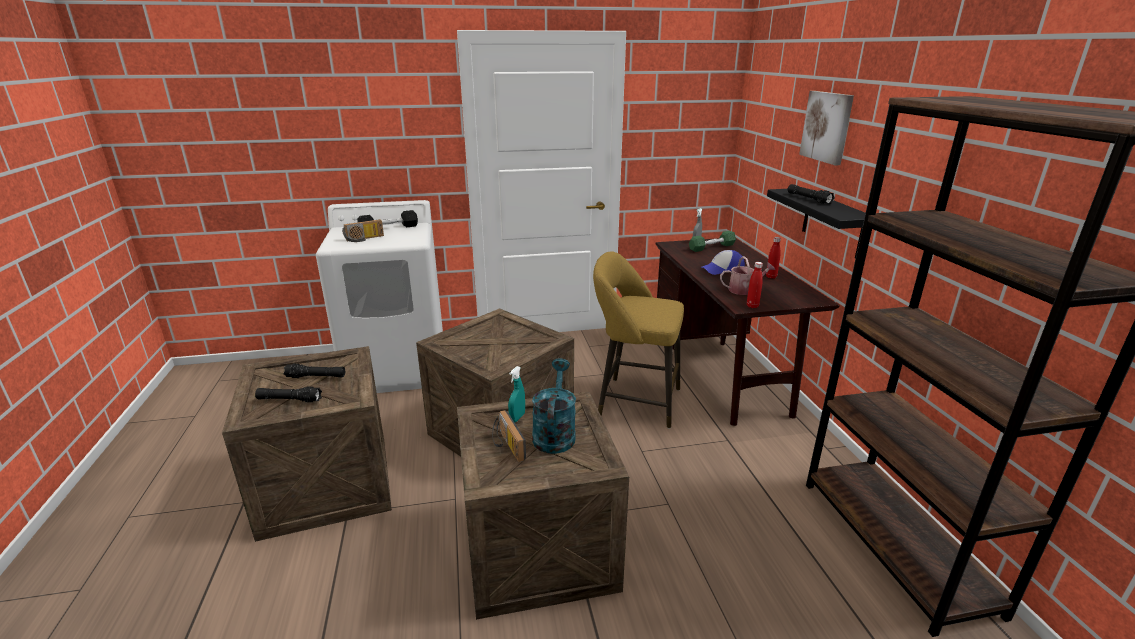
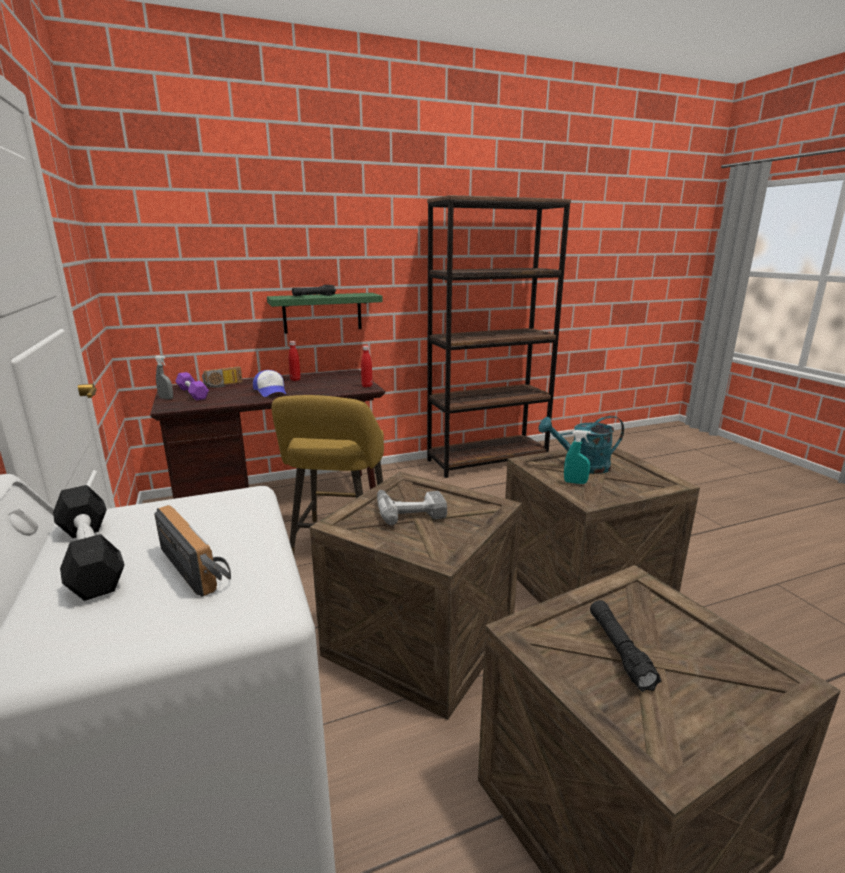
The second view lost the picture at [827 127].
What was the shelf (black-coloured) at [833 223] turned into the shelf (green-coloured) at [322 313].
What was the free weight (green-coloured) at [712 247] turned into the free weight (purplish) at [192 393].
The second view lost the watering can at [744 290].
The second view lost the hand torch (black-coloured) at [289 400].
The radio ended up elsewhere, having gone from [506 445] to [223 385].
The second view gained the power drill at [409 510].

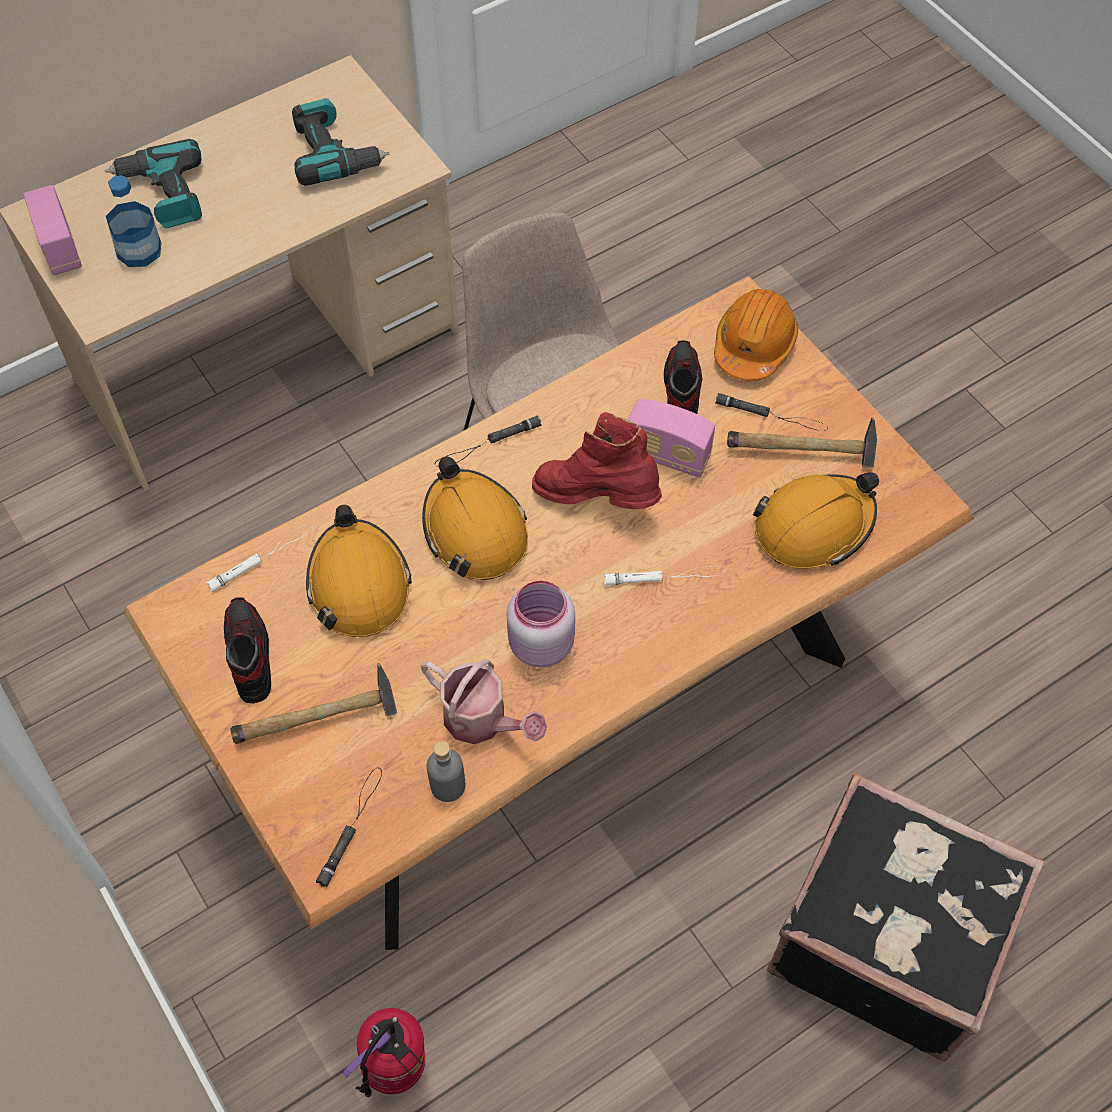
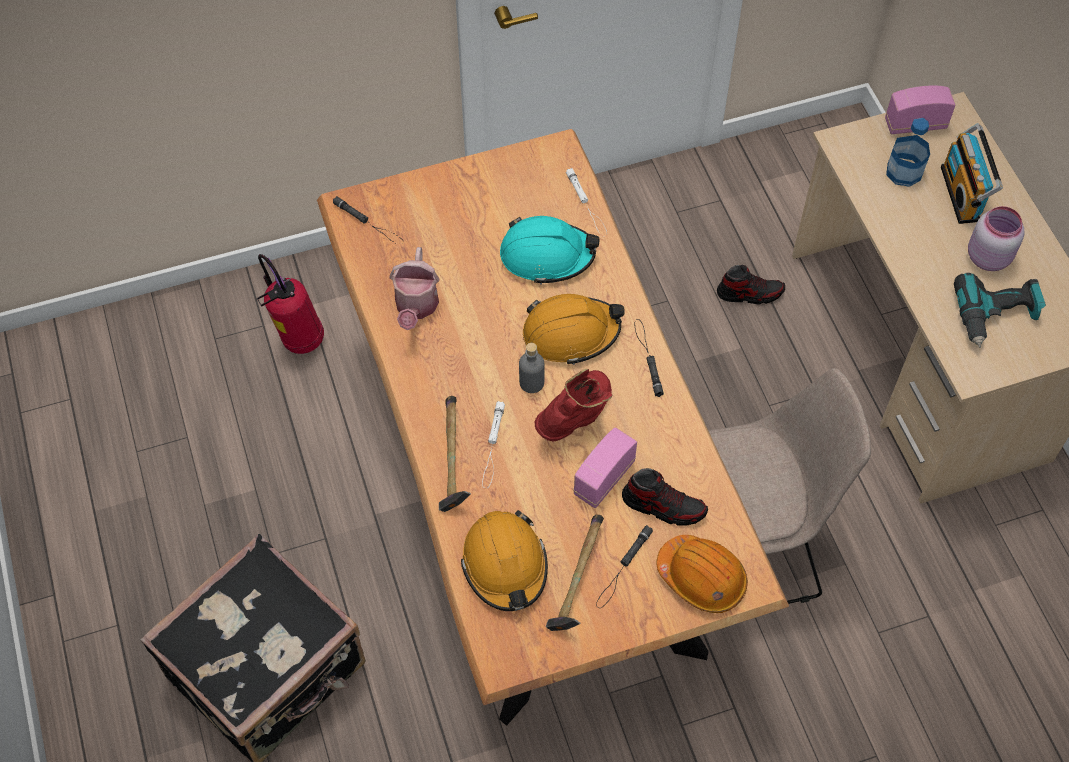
Where the power drill stood at [164 194], the radio came to stand at [963 194].
What was the work helmet (orange) at [358 584] turned into the work helmet (turquoise) at [547 255].
The storage jar (pinkish) ended up elsewhere, having gone from [539 645] to [988 256].
The low shoe ended up elsewhere, having gone from [248 656] to [749 293].
The watering can at [482 720] ended up facing another way, 45 degrees counterclockwise from before.
The hammer ended up elsewhere, having gone from [321 720] to [452 461].
The bottle (grey) ended up elsewhere, having gone from [448 786] to [531 382].

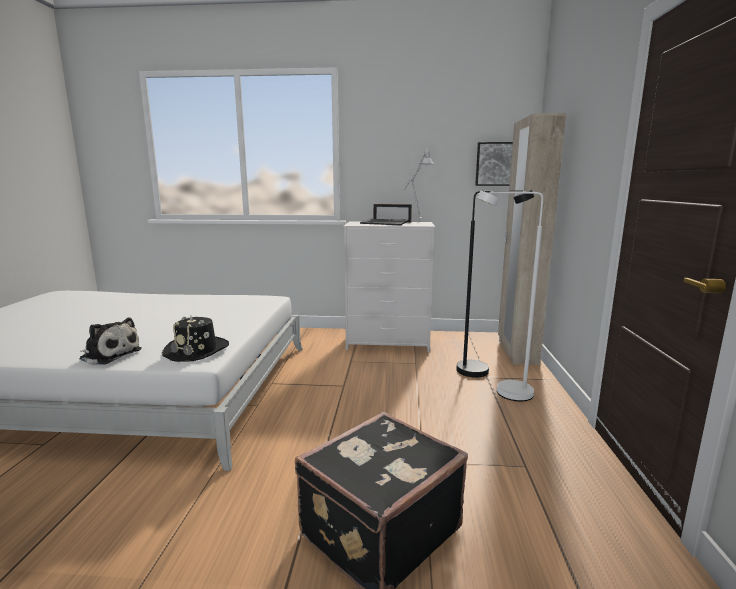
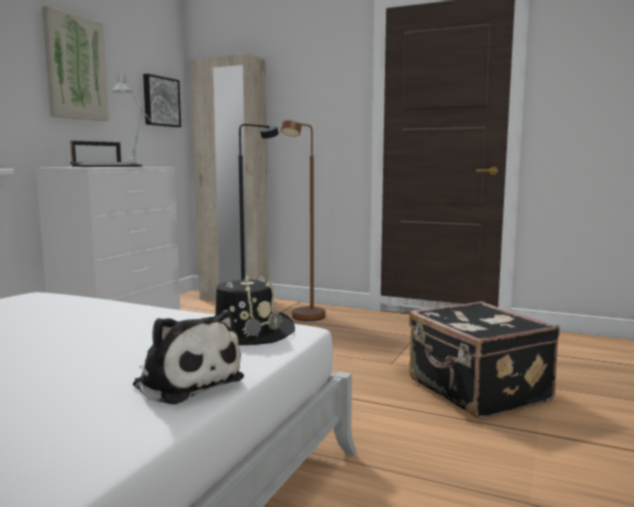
What was the standing lamp (white) at [504 392] turned into the standing lamp (brown) at [304 318].
The plush toy at [109 354] ended up facing another way, 90 degrees clockwise from before.
The second view gained the picture at [75 67].

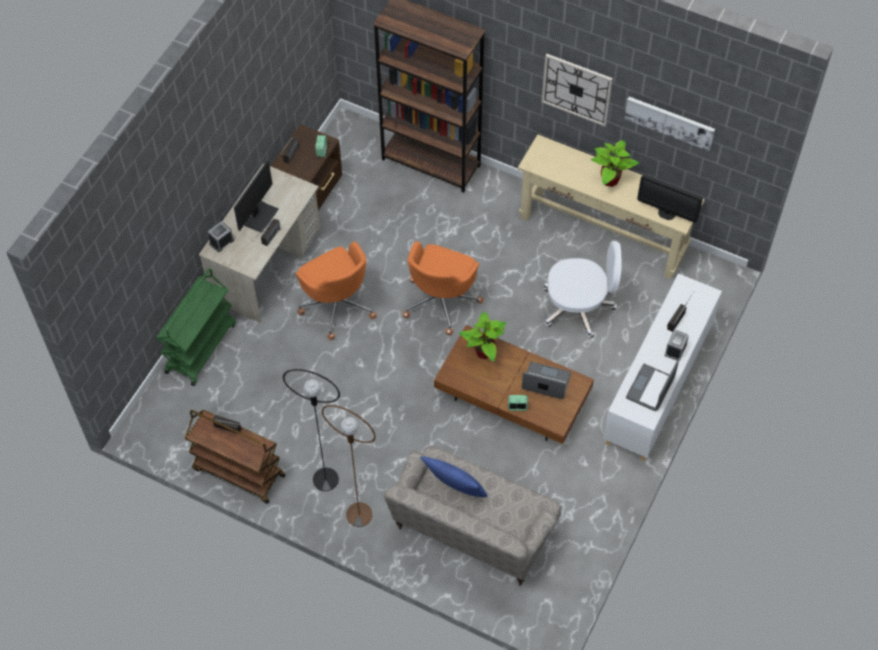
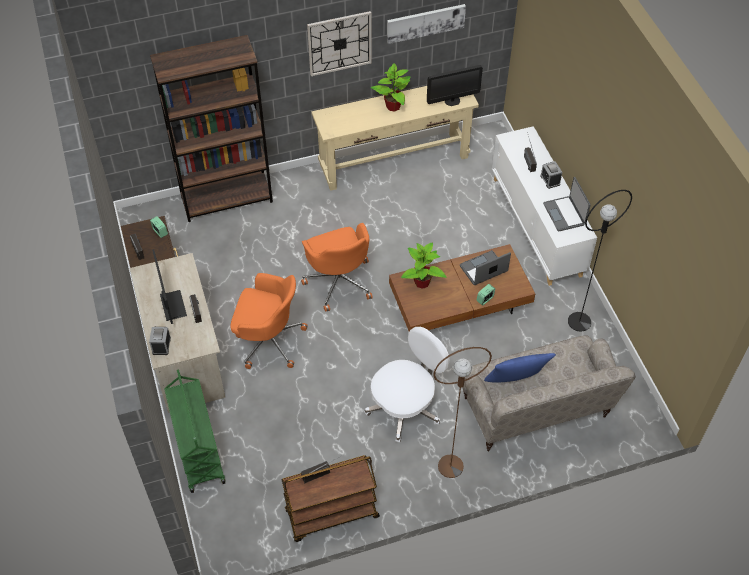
The desk chair (white) ended up elsewhere, having gone from [579 307] to [405 407].
The standing lamp (black-coloured) ended up elsewhere, having gone from [325 479] to [579 322].

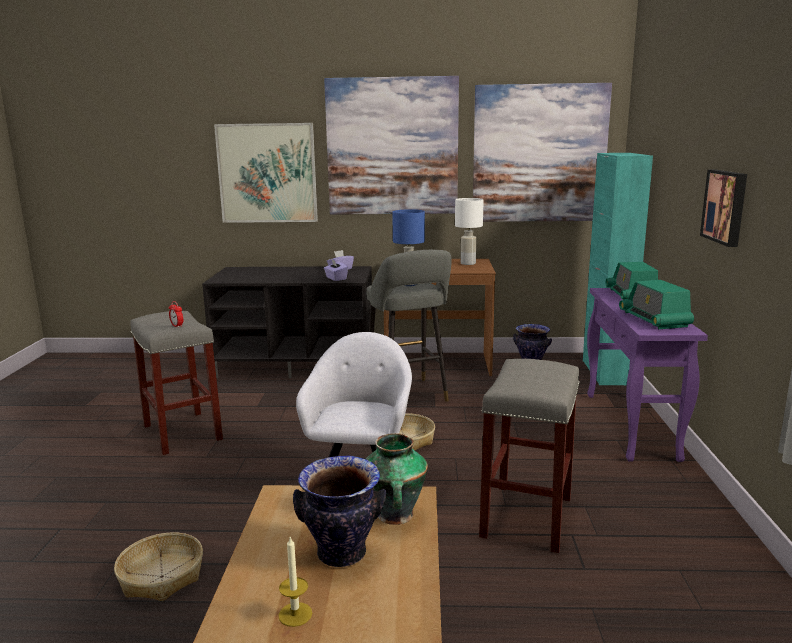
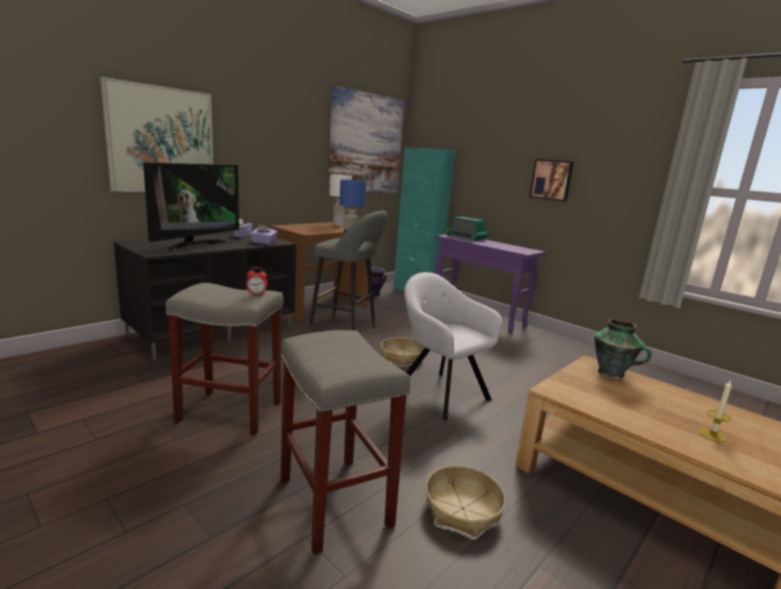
The second view lost the picture at [392 147].
The second view lost the radio at [654 319].
The stool (grey) ended up elsewhere, having gone from [527 518] to [336 502].
The second view lost the decorative vase at [341 554].
The second view gained the TV set at [195 245].

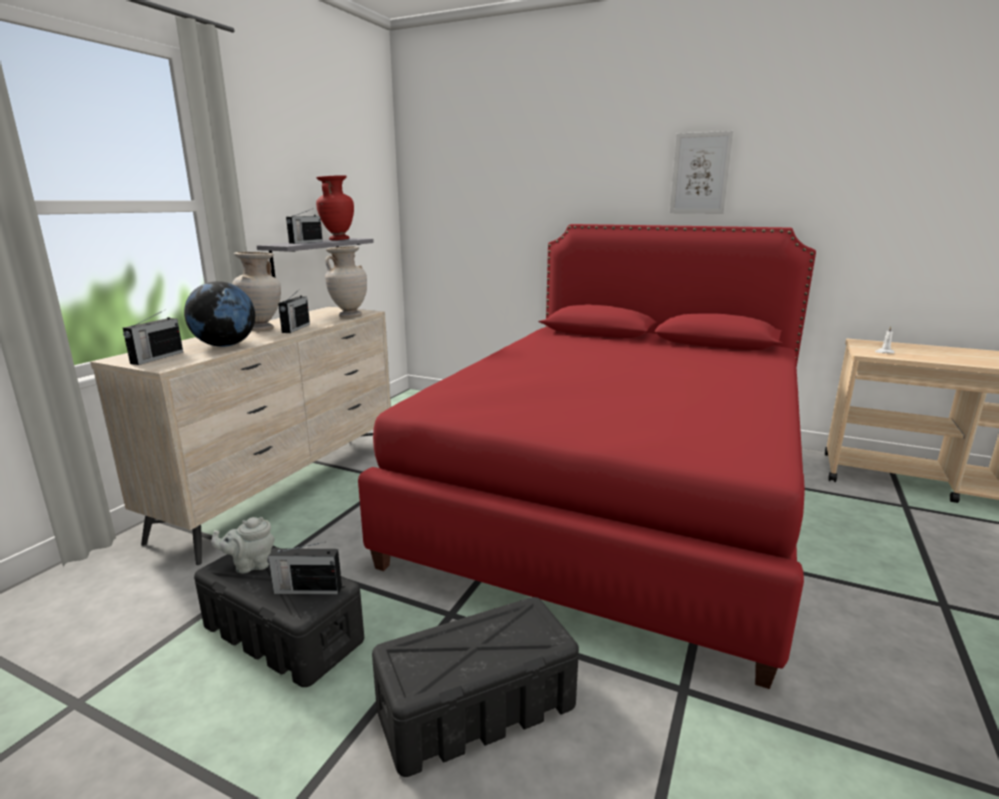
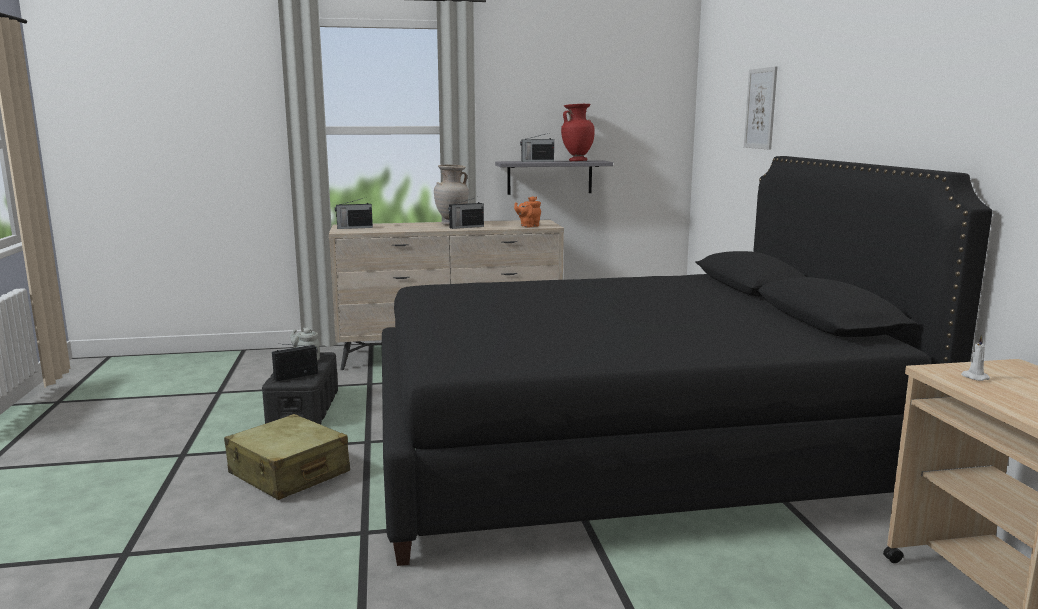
The picture ended up elsewhere, having gone from [700 173] to [760 108].
What was the bedroom bed (reddish) at [615 495] turned into the bedroom bed (black-coloured) at [622 452].
Where the decorative vase (beige-coloured) stood at [349 316], the pot for tea (orange) came to stand at [528 226].
The second view lost the world globe at [225 345].
The radio at [306 589] ended up facing another way, 90 degrees clockwise from before.
Where the storage bin (black-coloured) stood at [478 707], the piece of luggage (beige-coloured) came to stand at [288 473].

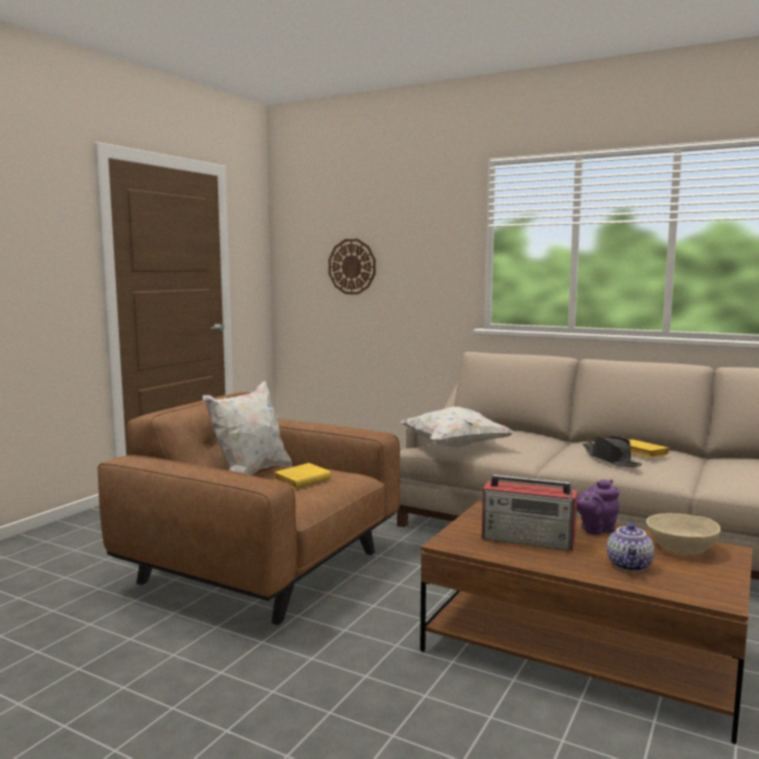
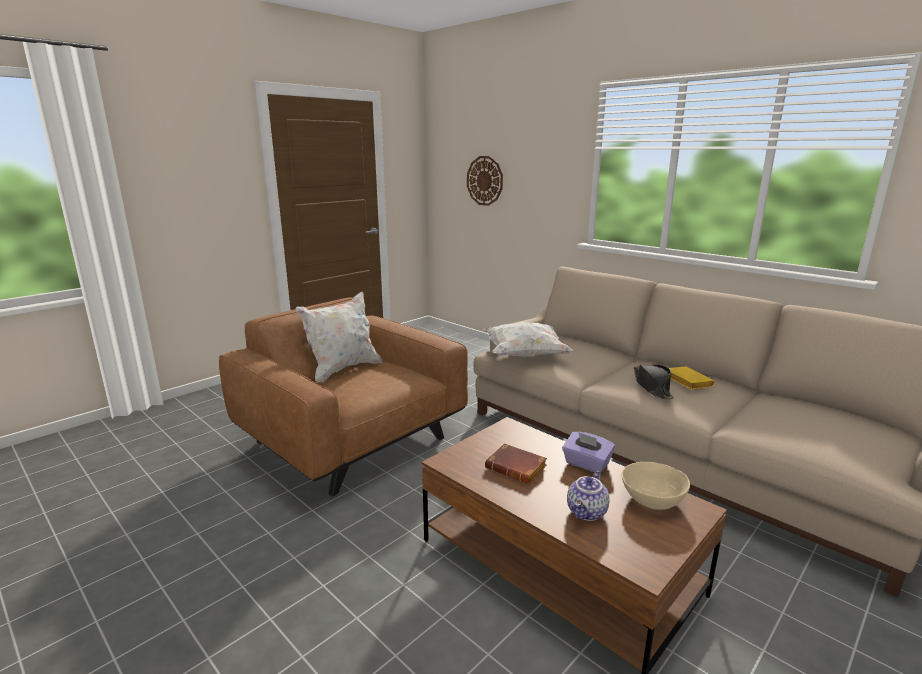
The second view lost the book (yellowish) at [302 480].
Where the radio stood at [529 540], the book (brown) came to stand at [518 468].
Where the pot for tea (purplish) stood at [595 529], the tissue holder (purplish) came to stand at [586 464].

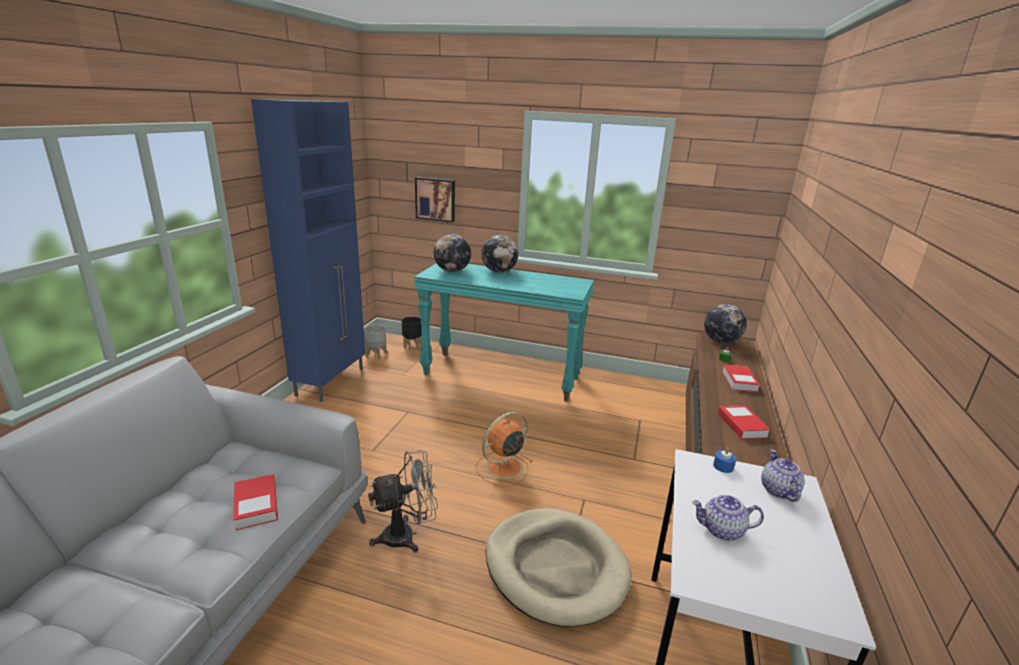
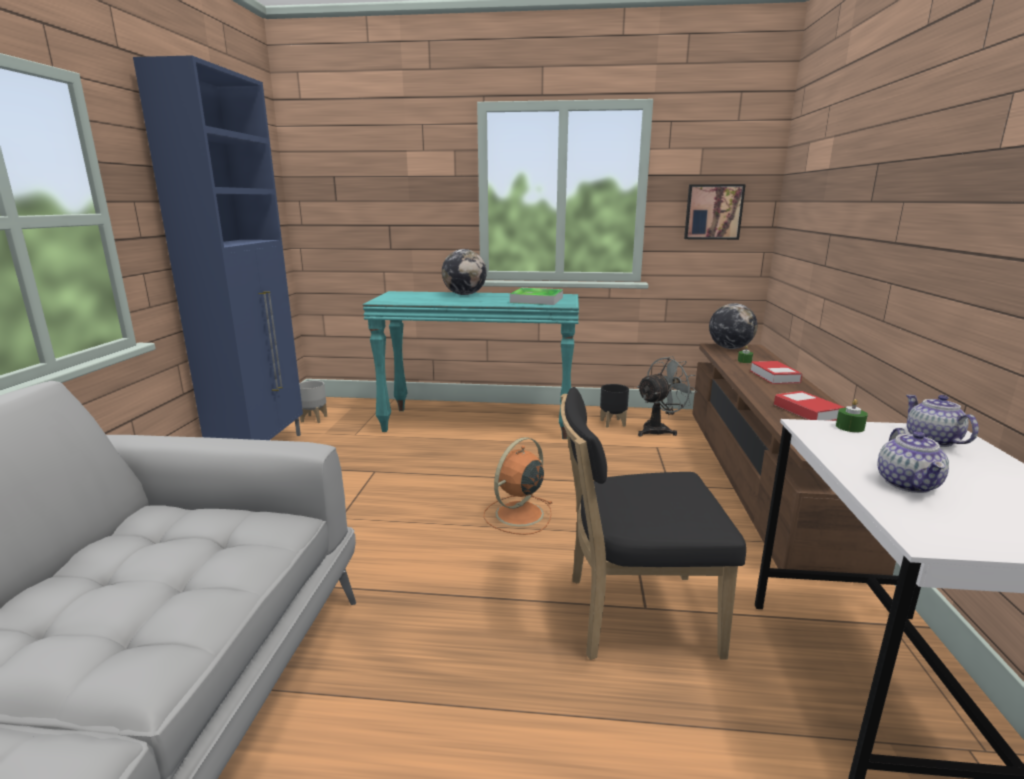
The picture ended up elsewhere, having gone from [436 199] to [713 212].
The second view lost the world globe at [452 271].
The flower pot (black-coloured) ended up elsewhere, having gone from [413 345] to [613 423].
What was the candle (blue) at [723 466] turned into the candle (green-coloured) at [849 427].
The cooling fan (grey) ended up elsewhere, having gone from [407 535] to [659 429].
The second view lost the book at [256 505].
The pot for tea at [722 530] ended up facing another way, 75 degrees counterclockwise from before.
Where the dog cushion (beige-coloured) stood at [555 568], the chair (black-coloured) came to stand at [633 615].
The second view gained the carrying tray at [536 300].

